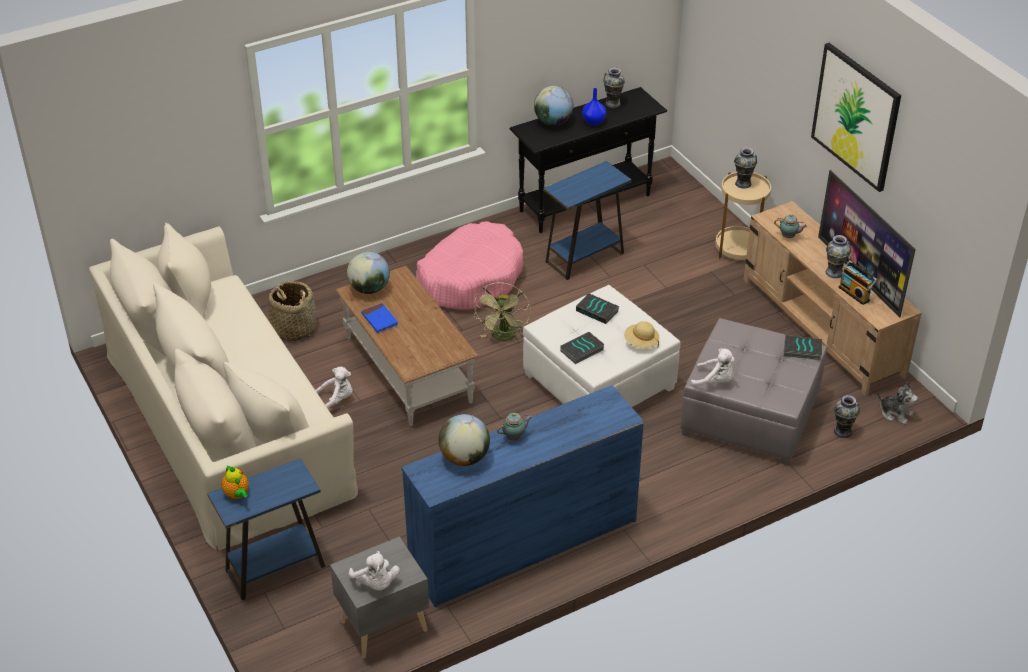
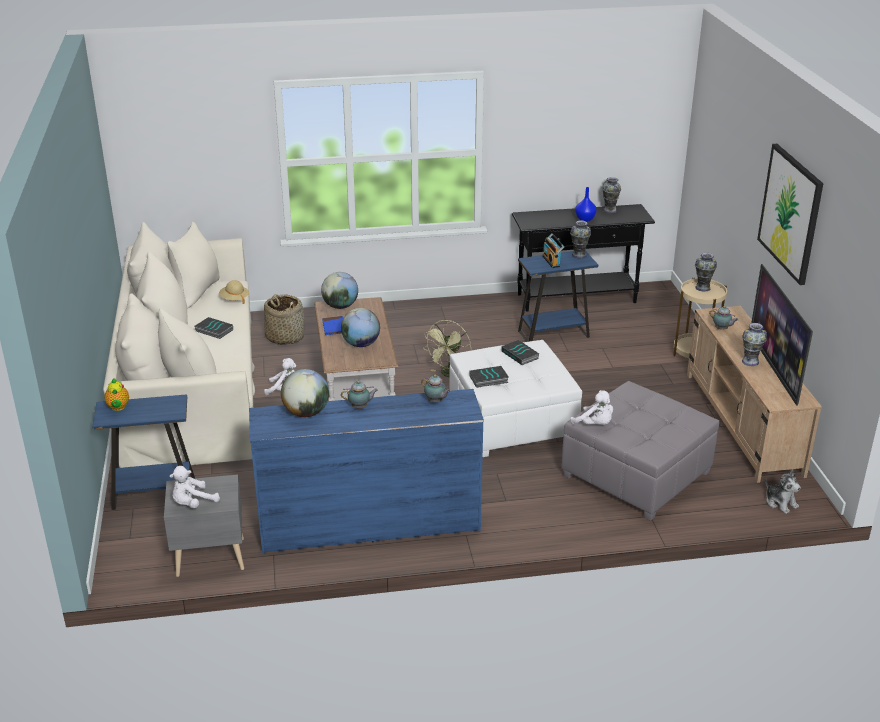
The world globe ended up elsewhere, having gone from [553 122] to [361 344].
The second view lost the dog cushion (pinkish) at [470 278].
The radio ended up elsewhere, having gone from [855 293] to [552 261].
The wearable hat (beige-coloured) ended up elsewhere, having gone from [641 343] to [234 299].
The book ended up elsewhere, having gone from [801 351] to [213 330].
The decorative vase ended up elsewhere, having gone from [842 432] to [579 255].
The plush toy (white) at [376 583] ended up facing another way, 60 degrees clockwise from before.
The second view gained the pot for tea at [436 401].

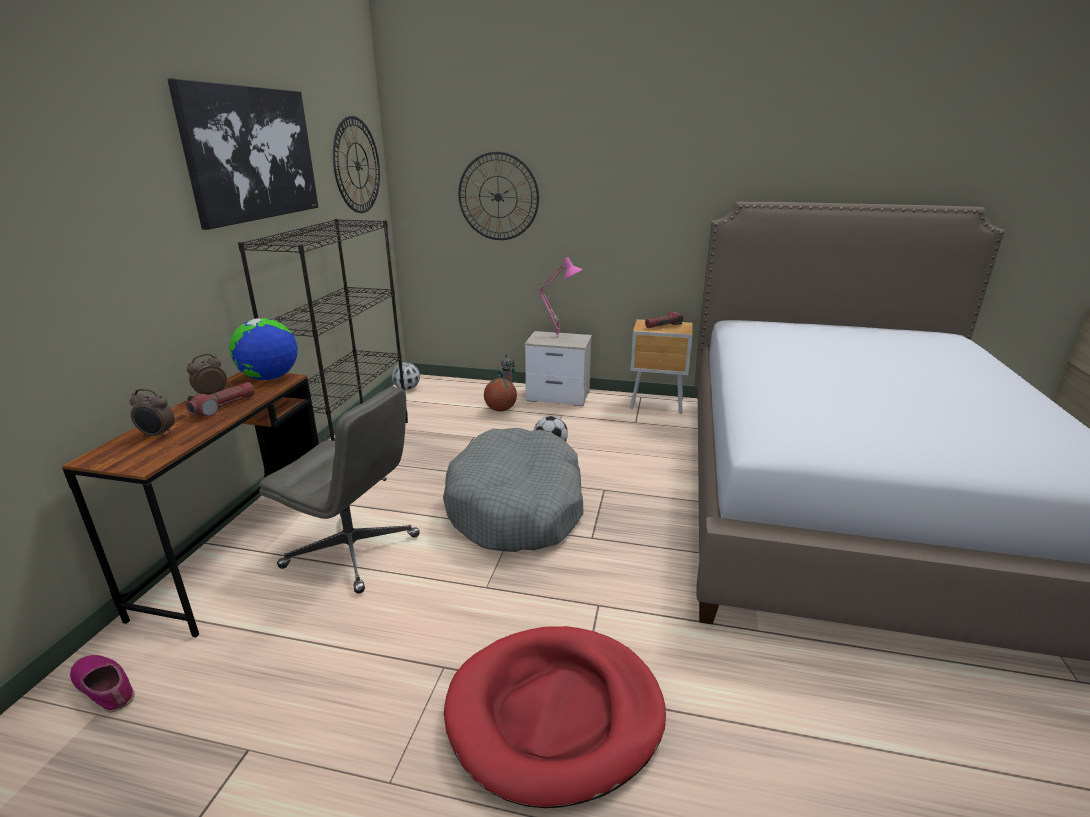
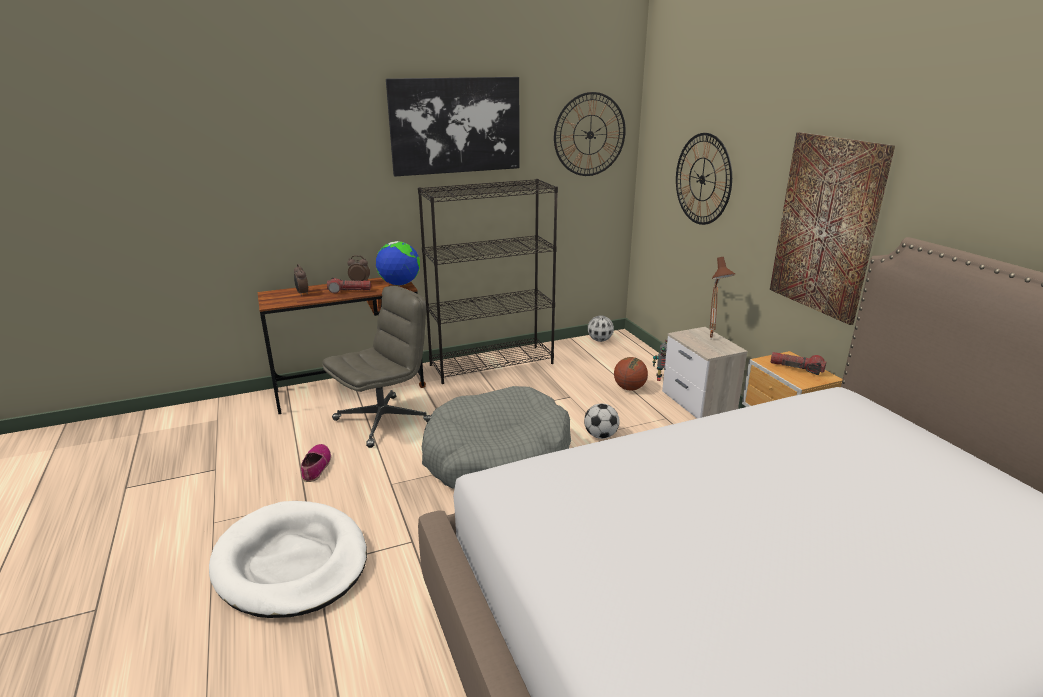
What was the tabletop lamp (pinkish) at [558 336] turned into the tabletop lamp (brown) at [712 339].
The desk chair (grey) at [353 551] ended up facing another way, 120 degrees counterclockwise from before.
What was the dog cushion (reddish) at [555 714] turned into the dog cushion (white) at [291 563].
The low shoe ended up elsewhere, having gone from [105 687] to [316 466].
The second view gained the picture at [826 226].

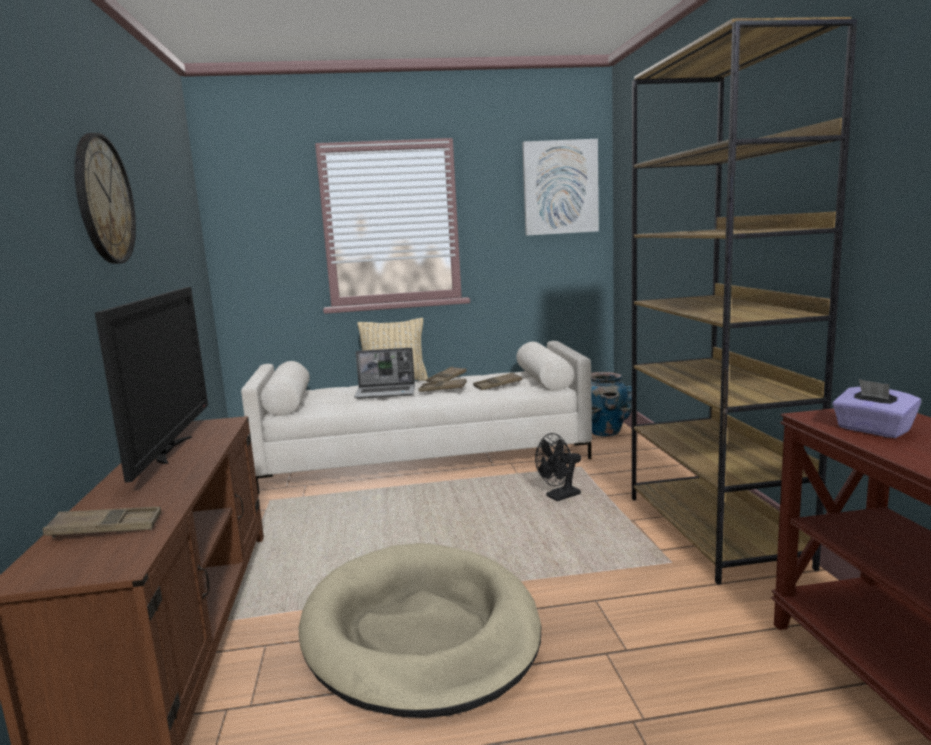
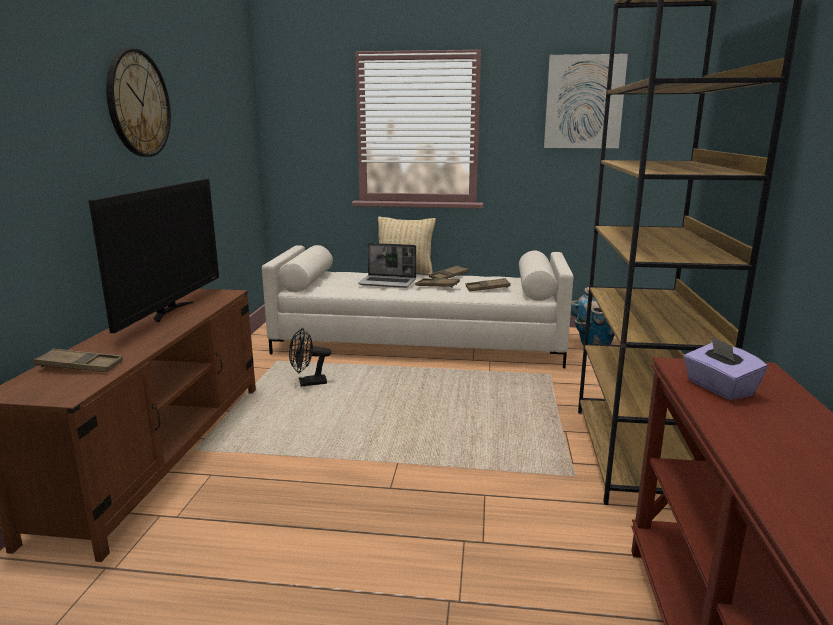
The cooling fan (black-coloured) ended up elsewhere, having gone from [559 497] to [308 383].
The second view lost the dog cushion (beige-coloured) at [421 632].

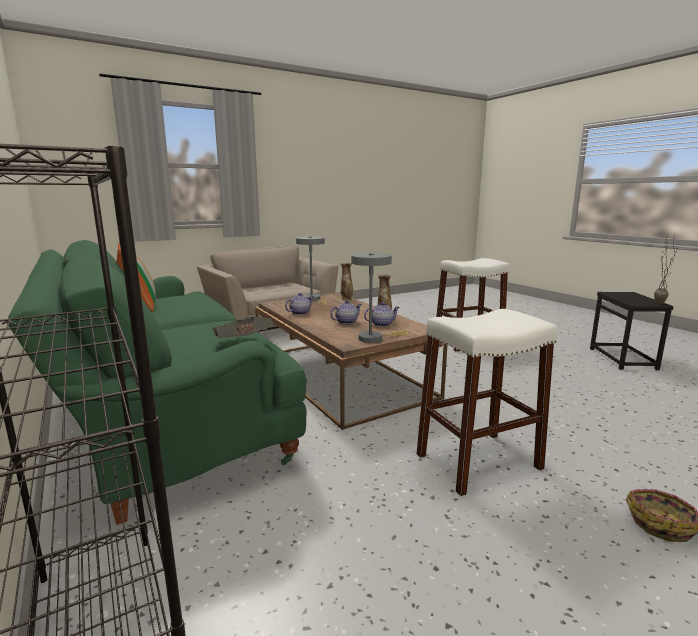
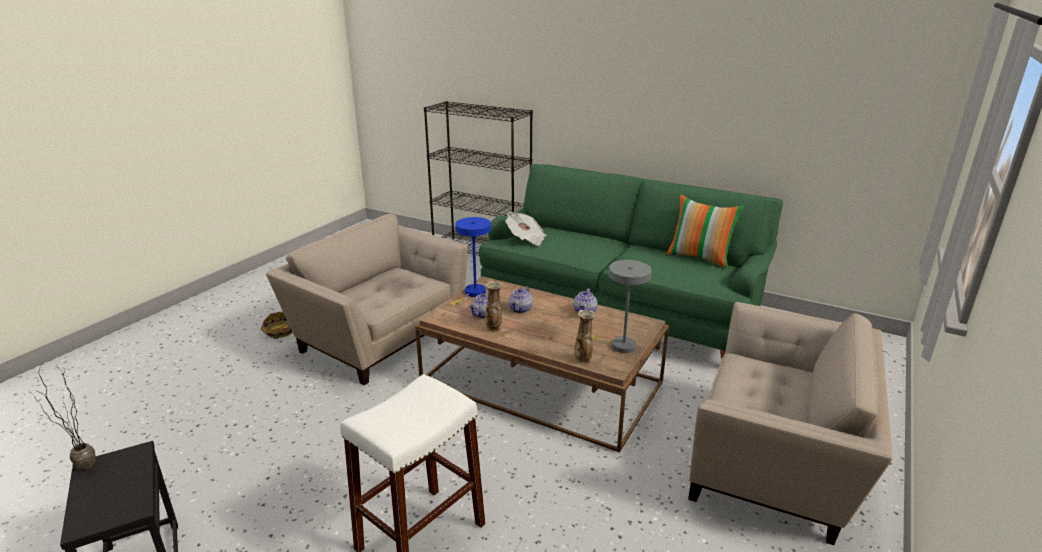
What was the tabletop lamp (grey) at [374 338] turned into the tabletop lamp (blue) at [472 294].
Where the stool (white) stood at [478 461], the easy chair (beige-coloured) came to stand at [380 335].

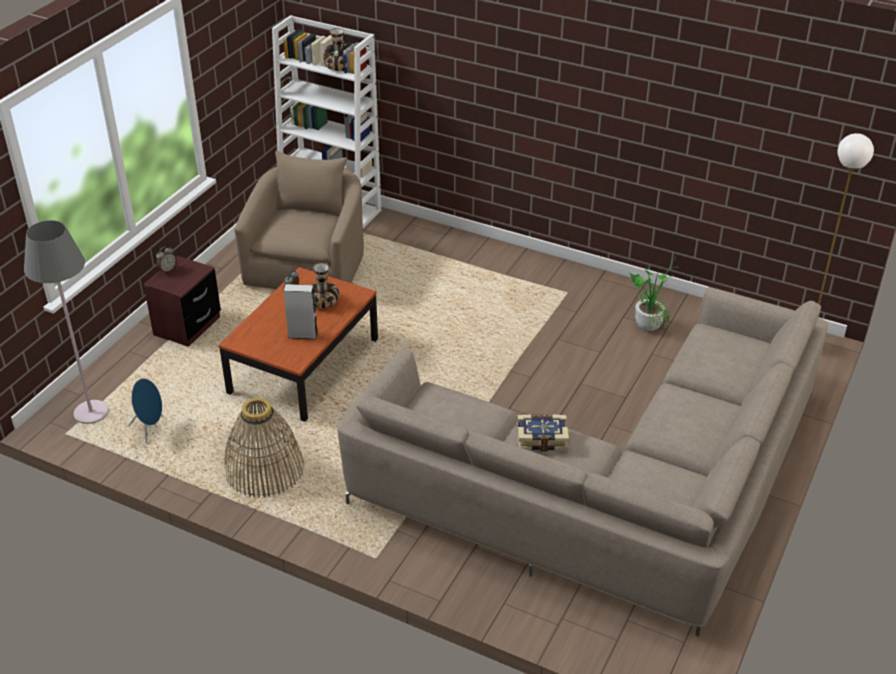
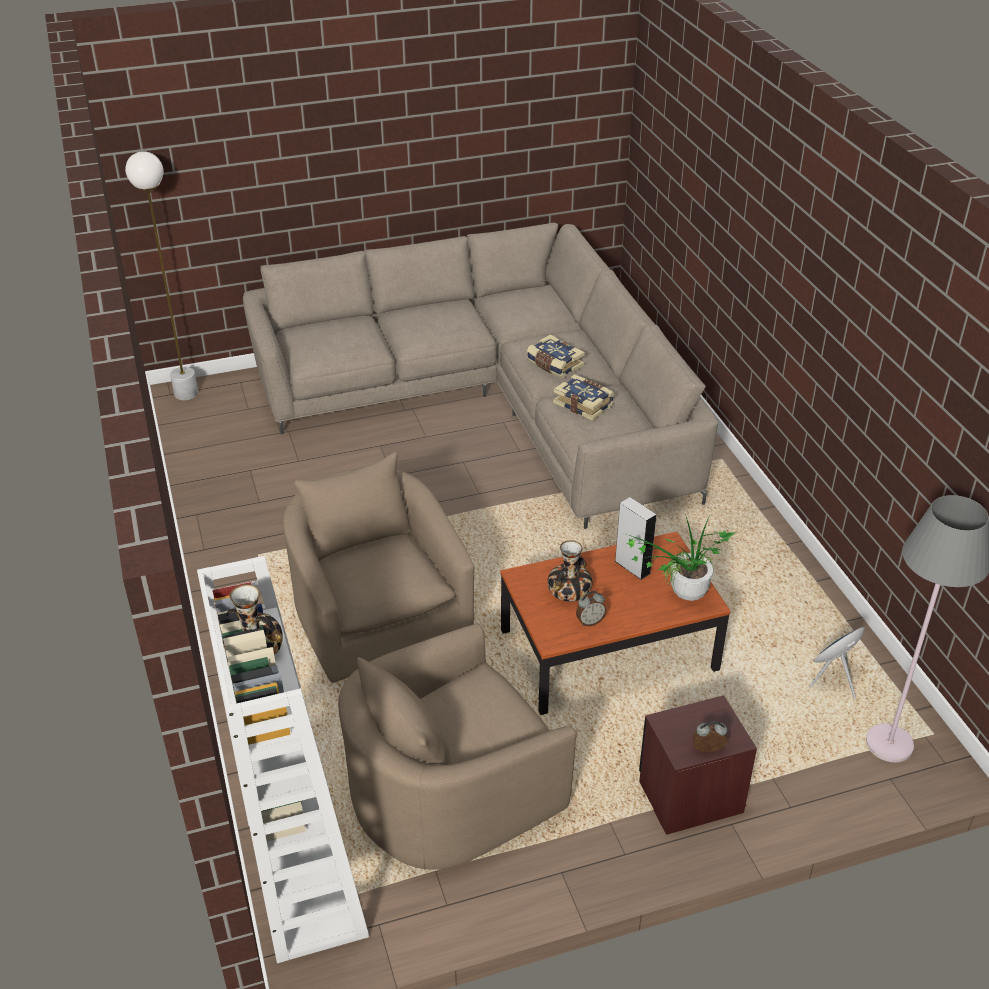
The plant in a pot ended up elsewhere, having gone from [649 323] to [681 596].
The second view lost the basket at [264 469].
The second view gained the book at [584 404].
The second view gained the easy chair (beige-coloured) at [377 615].

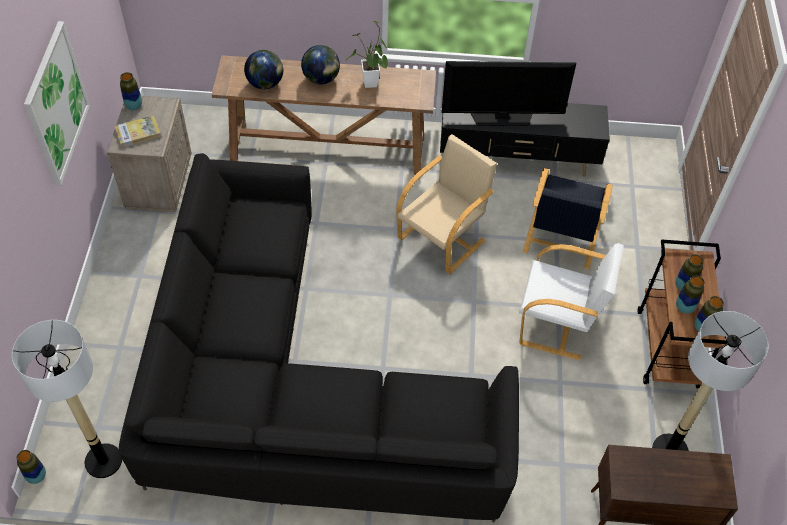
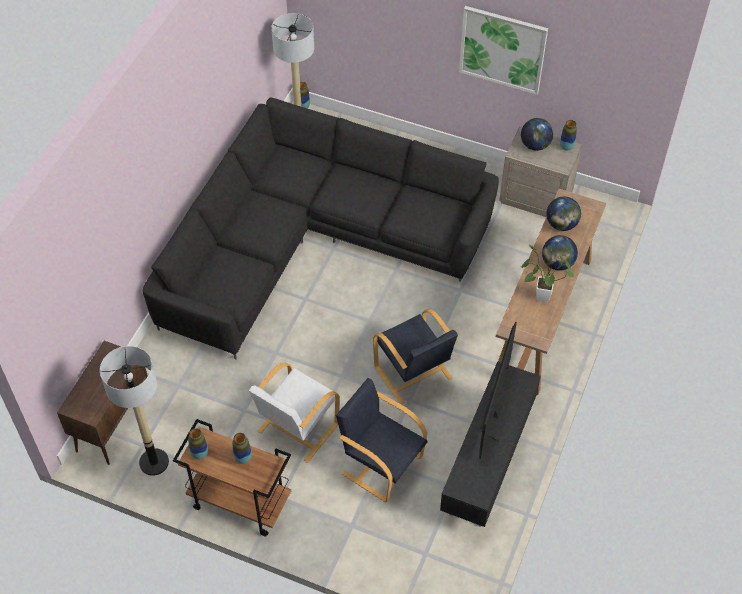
Where the book stood at [138 133], the world globe came to stand at [535 145].
What was the easy chair (beige-coloured) at [442 239] turned into the easy chair (black-coloured) at [413 374].
The second view lost the decorative vase at [684 307].

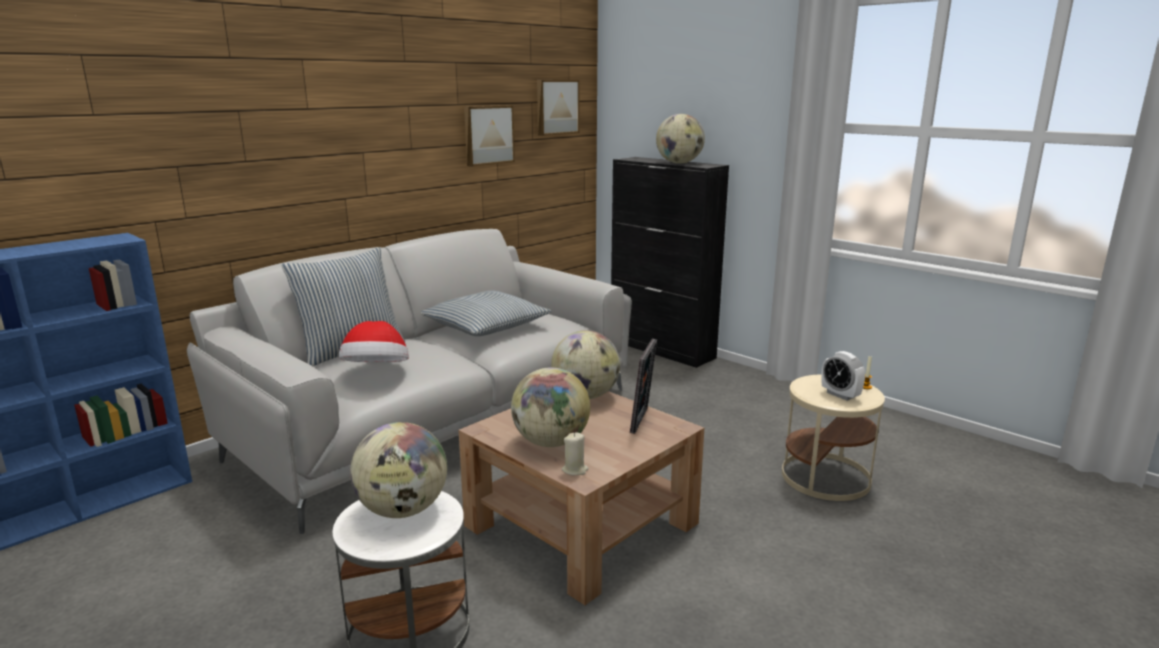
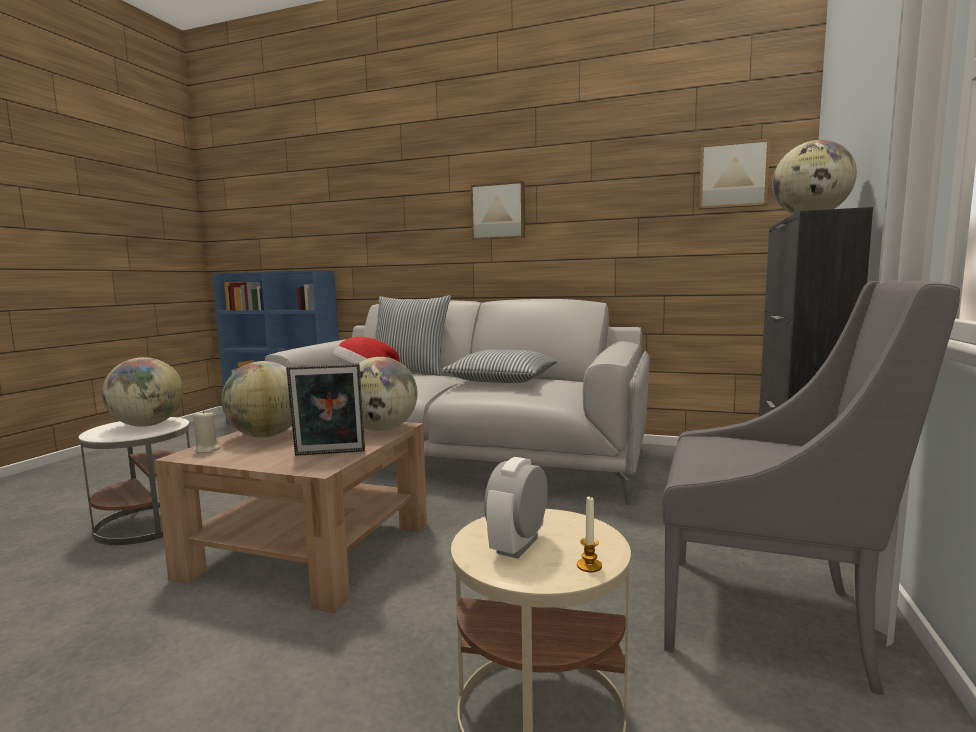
The picture ended up elsewhere, having gone from [488 135] to [498 211].
The second view gained the easy chair (grey) at [770 618].

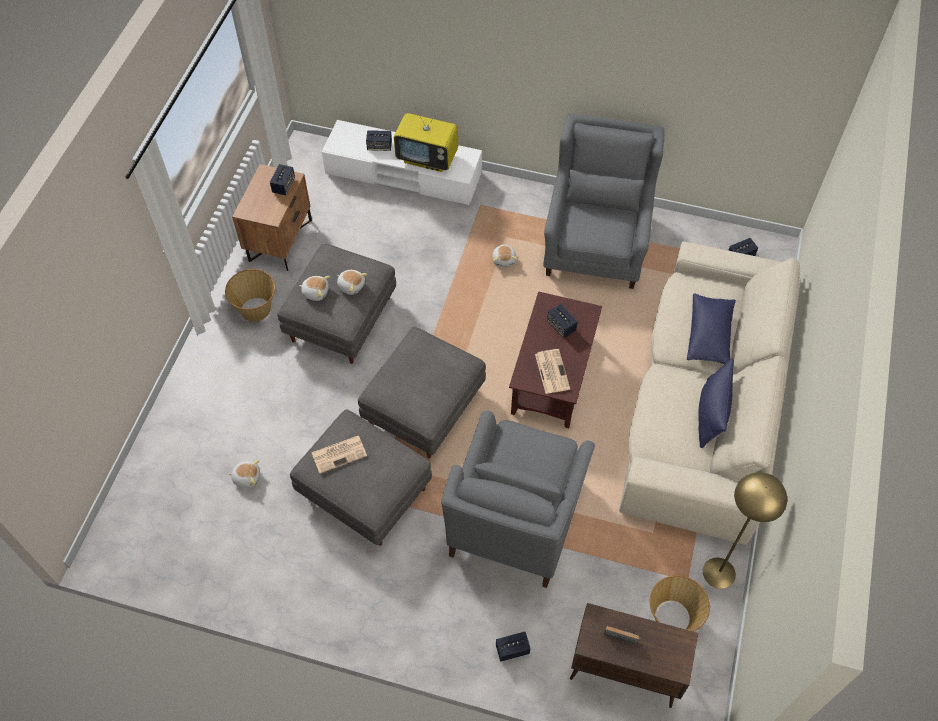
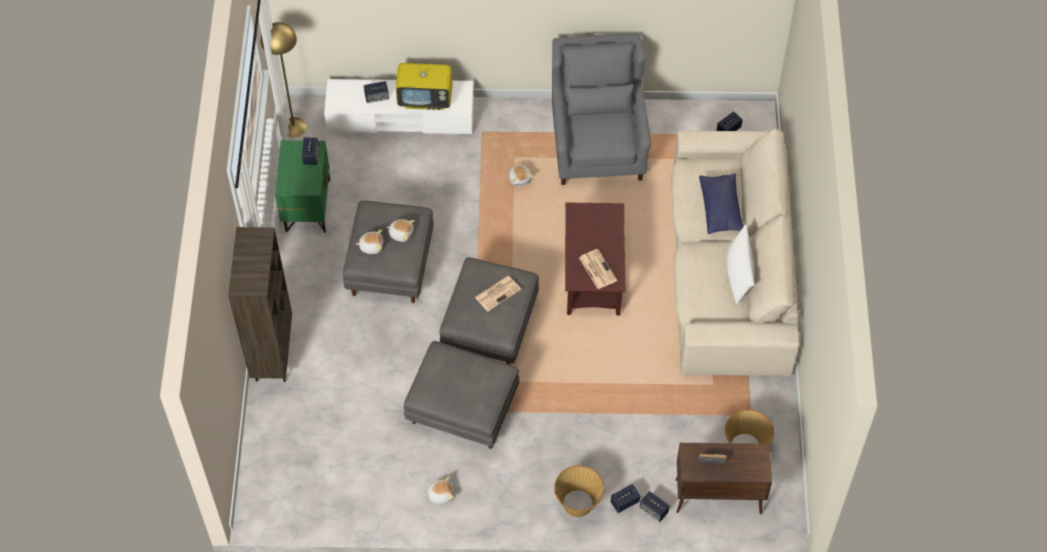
What was the nightstand (brown) at [279 240] turned into the nightstand (green-coloured) at [307 205].
The basket ended up elsewhere, having gone from [256 309] to [578 503].
The audio speaker ended up elsewhere, having gone from [561 326] to [653 510].
What was the throw pillow (blue) at [711 413] turned into the throw pillow (white) at [738 273].
The second view lost the easy chair (grey) at [516 517].
The printed paper ended up elsewhere, having gone from [339 454] to [498 293].
The plush toy ended up elsewhere, having gone from [247 477] to [440 494].
The standing lamp (yellowish) ended up elsewhere, having gone from [719 573] to [294 127].
The second view gained the bookshelf (brown) at [272 354].

